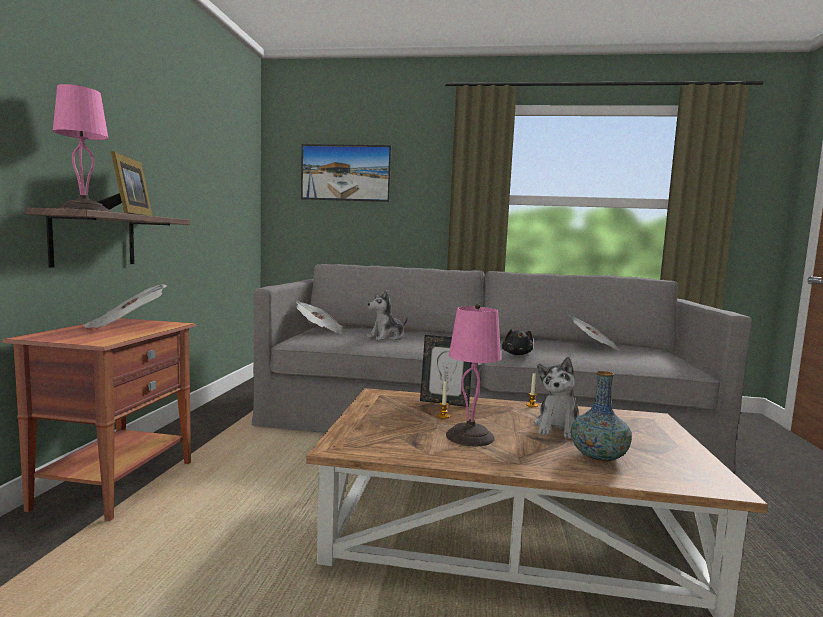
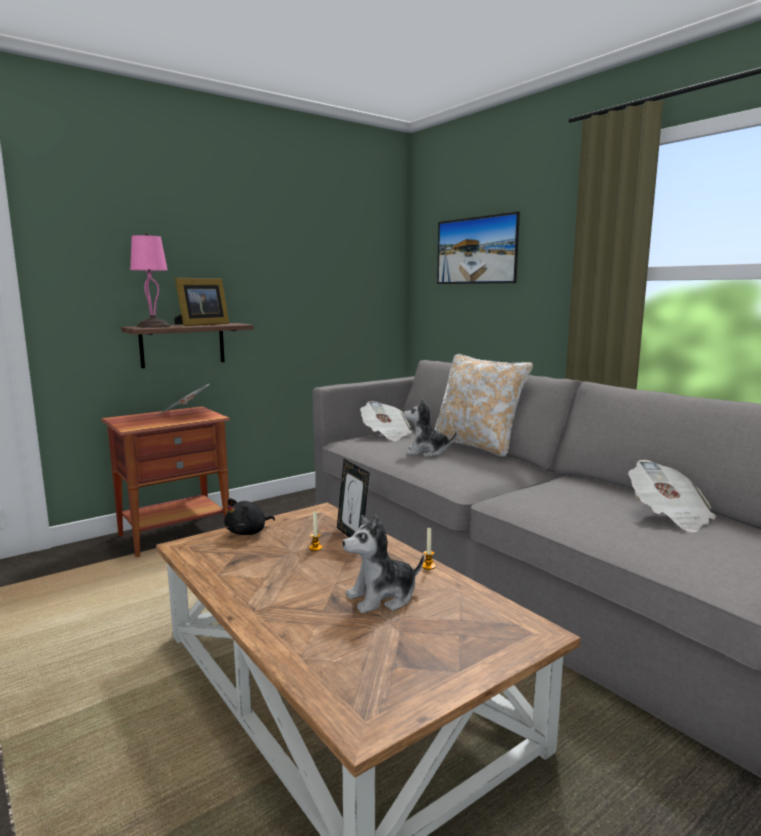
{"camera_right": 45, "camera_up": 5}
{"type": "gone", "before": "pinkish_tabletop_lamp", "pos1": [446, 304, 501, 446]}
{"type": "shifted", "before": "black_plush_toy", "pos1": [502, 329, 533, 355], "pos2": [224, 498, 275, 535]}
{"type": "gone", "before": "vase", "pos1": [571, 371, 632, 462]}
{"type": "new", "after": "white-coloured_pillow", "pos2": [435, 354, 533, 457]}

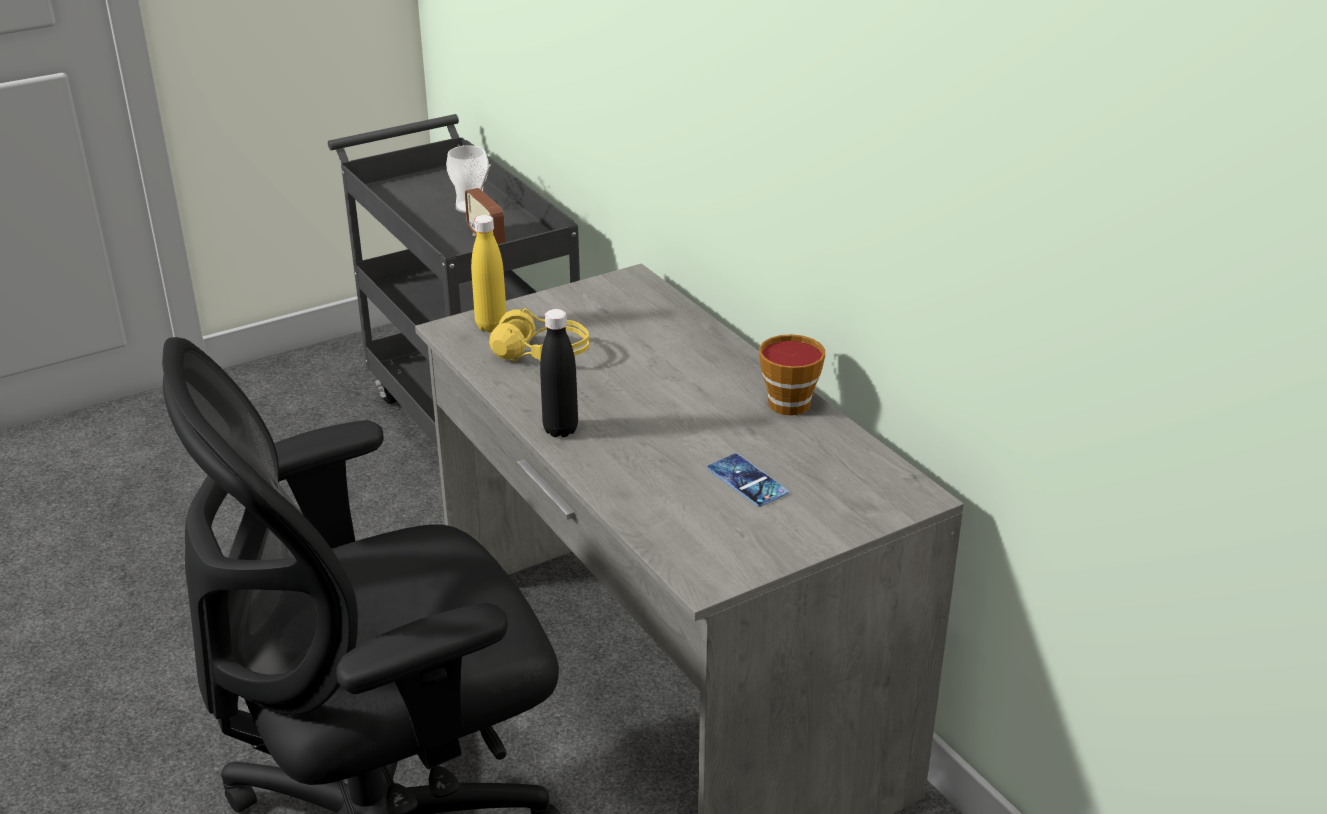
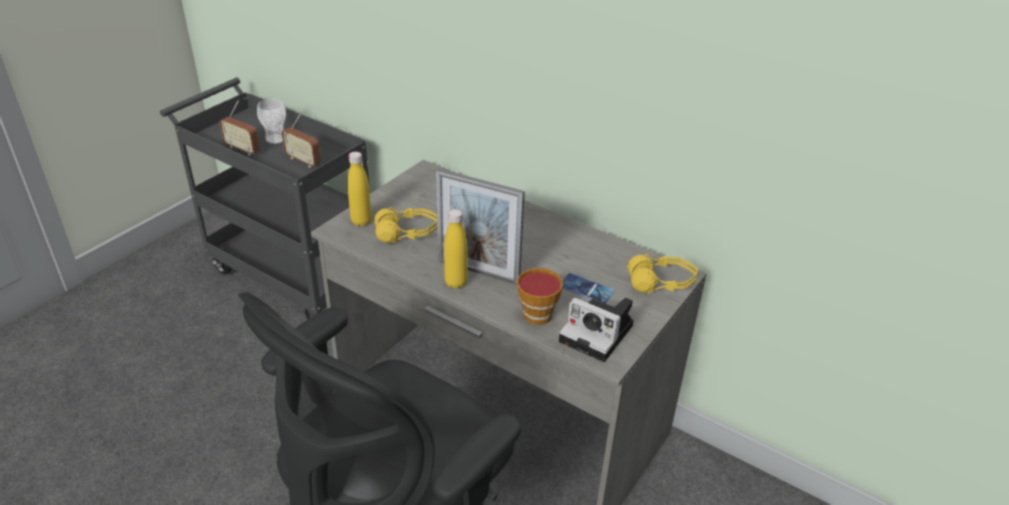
{"camera_right": -25, "camera_up": 5}
{"type": "repainted", "before": "black_beverage_bottle", "after": "yellow-coloured_beverage_bottle", "pos1": [540, 309, 578, 437], "pos2": [444, 209, 468, 289]}
{"type": "shifted", "before": "cup", "pos1": [759, 334, 825, 415], "pos2": [517, 268, 563, 325]}
{"type": "new", "after": "radio_receiver", "pos2": [219, 100, 260, 156]}
{"type": "new", "after": "standing_frame", "pos2": [436, 169, 525, 285]}
{"type": "new", "after": "still_camera", "pos2": [559, 297, 634, 362]}
{"type": "new", "after": "yellow-coloured_pair_of_headphones", "pos2": [628, 254, 698, 293]}

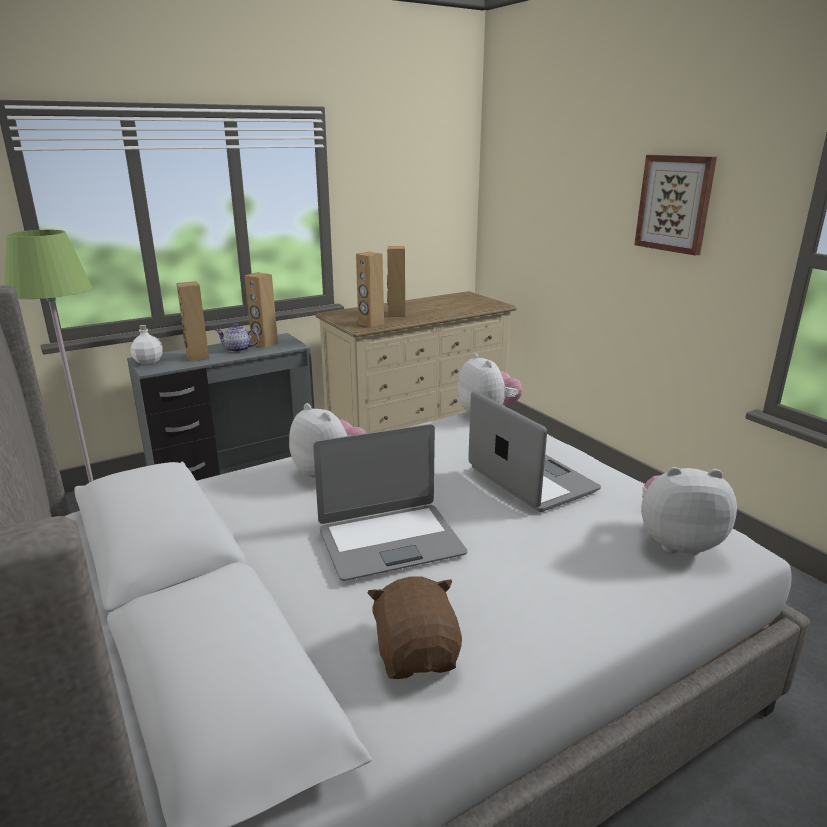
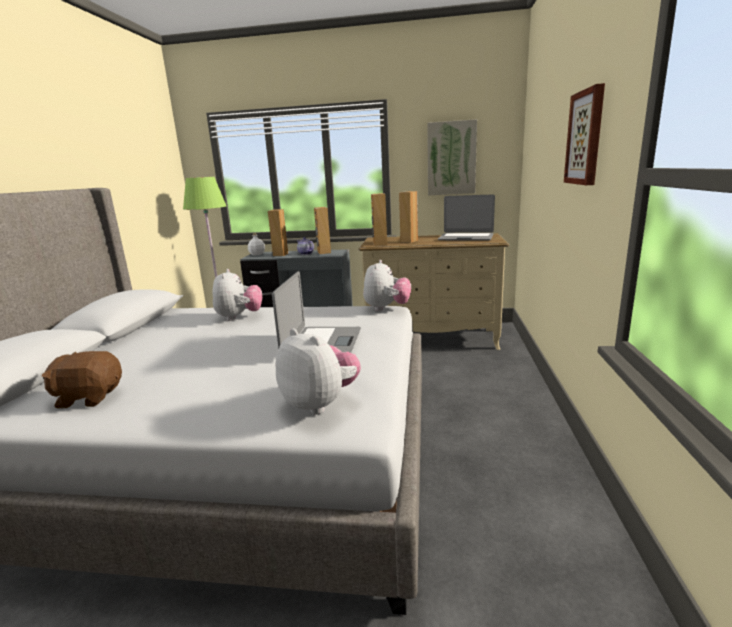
{"camera_right": 40, "camera_up": -5}
{"type": "shifted", "before": "notebook_computer", "pos1": [313, 424, 468, 581], "pos2": [438, 194, 495, 240]}
{"type": "rotated", "before": "brownish_plush_toy", "pos1": [367, 577, 462, 679], "pos2": [42, 351, 122, 409], "turn": -120}
{"type": "new", "after": "picture", "pos2": [427, 119, 477, 195]}

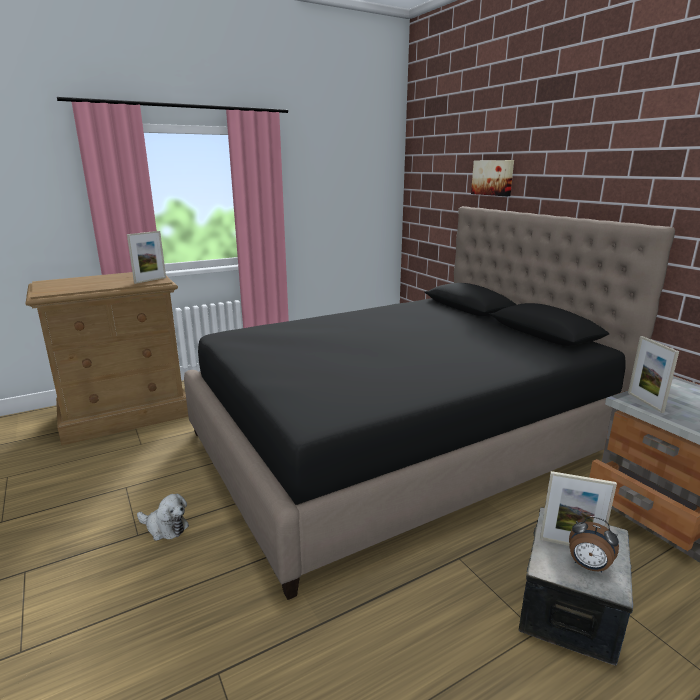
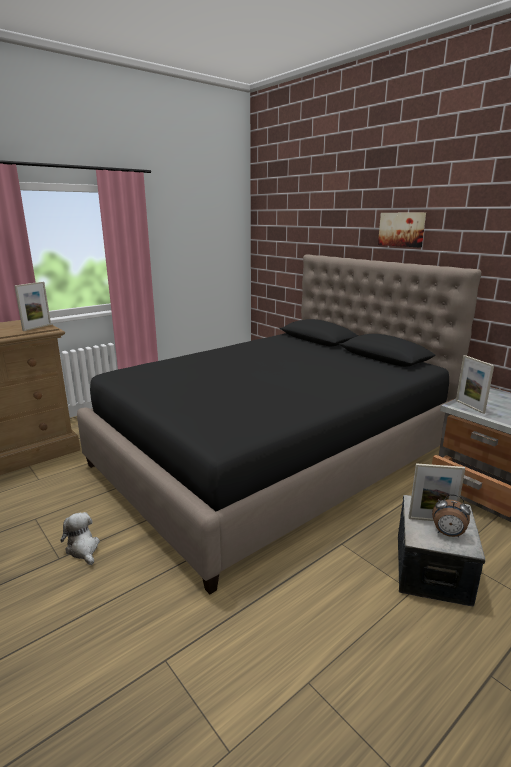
{"camera_right": -10, "camera_up": 0}
{"type": "rotated", "before": "plush_toy", "pos1": [137, 494, 189, 541], "pos2": [60, 512, 100, 565], "turn": -135}
{"type": "shifted", "before": "picture", "pos1": [471, 160, 514, 196], "pos2": [378, 213, 426, 247]}

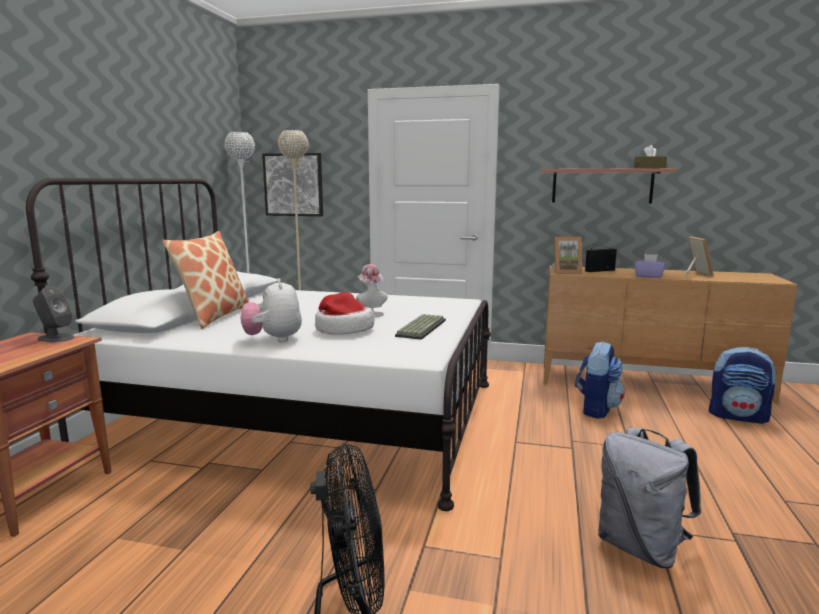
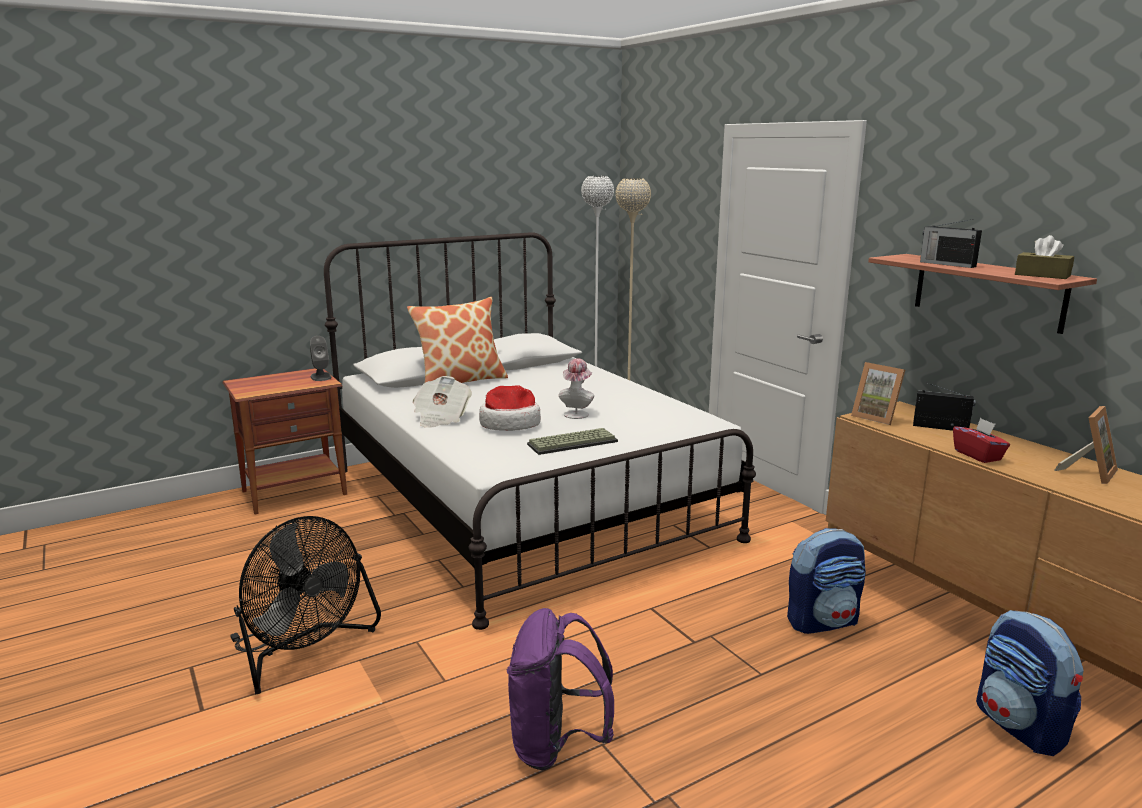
{"camera_right": 45, "camera_up": 5}
{"type": "swapped", "before": "plush_toy", "after": "newspaper", "pos1": [240, 278, 302, 342], "pos2": [413, 376, 472, 428]}
{"type": "gone", "before": "picture", "pos1": [262, 153, 323, 216]}
{"type": "repainted", "before": "greyish_rucksack", "after": "purple-coloured_rucksack", "pos1": [598, 428, 701, 568], "pos2": [507, 608, 614, 770]}
{"type": "repainted", "before": "purple-coloured_tissue_holder", "after": "red_tissue_holder", "pos1": [634, 254, 666, 278], "pos2": [953, 418, 1010, 463]}
{"type": "new", "after": "radio_receiver", "pos2": [920, 219, 982, 268]}

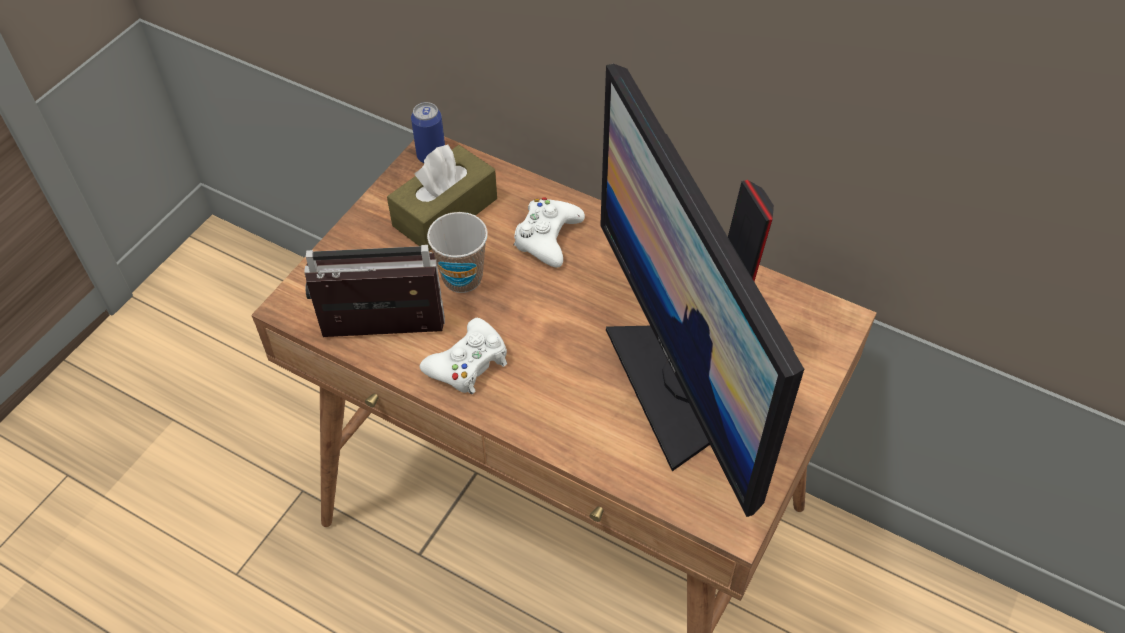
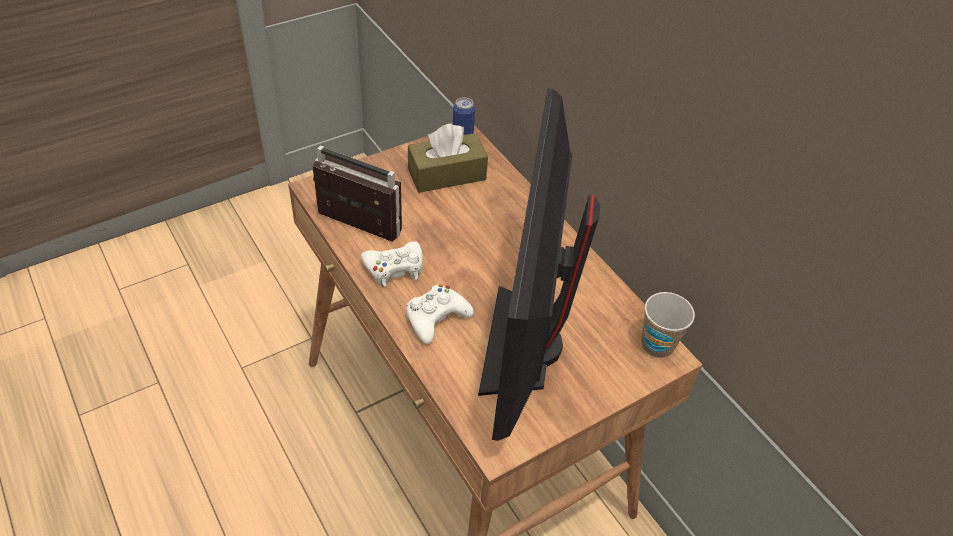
{"camera_right": 25, "camera_up": -5}
{"type": "shifted", "before": "cup", "pos1": [427, 212, 488, 293], "pos2": [641, 292, 695, 358]}
{"type": "shifted", "before": "white-coloured_joypad", "pos1": [514, 197, 585, 268], "pos2": [406, 284, 474, 344]}

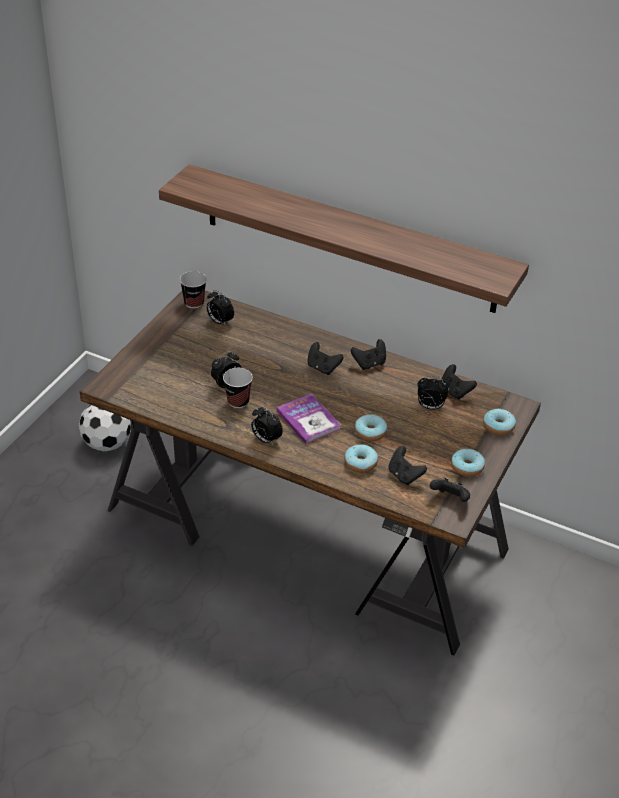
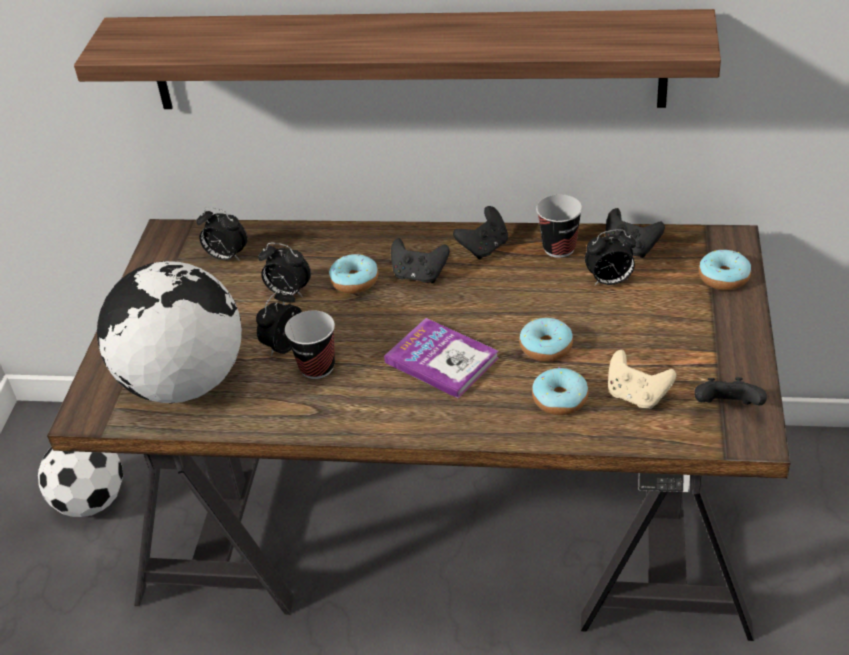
{"camera_right": -15, "camera_up": 0}
{"type": "shifted", "before": "cup", "pos1": [180, 271, 207, 309], "pos2": [536, 194, 582, 258]}
{"type": "shifted", "before": "table_clock", "pos1": [251, 406, 283, 446], "pos2": [258, 243, 311, 297]}
{"type": "repainted", "before": "black_joypad", "after": "sand-coloured_joypad", "pos1": [389, 446, 427, 485], "pos2": [608, 350, 676, 409]}
{"type": "shifted", "before": "donut", "pos1": [451, 449, 485, 477], "pos2": [329, 254, 378, 294]}
{"type": "new", "after": "world_globe", "pos2": [97, 261, 242, 403]}

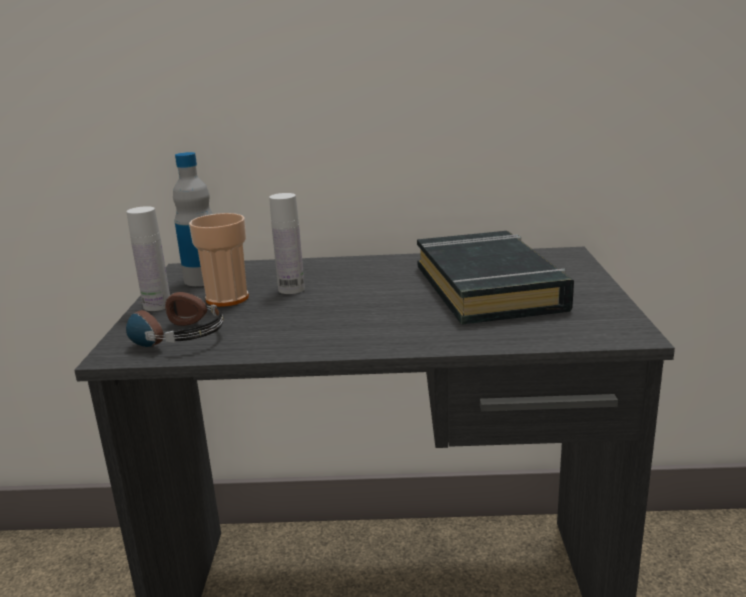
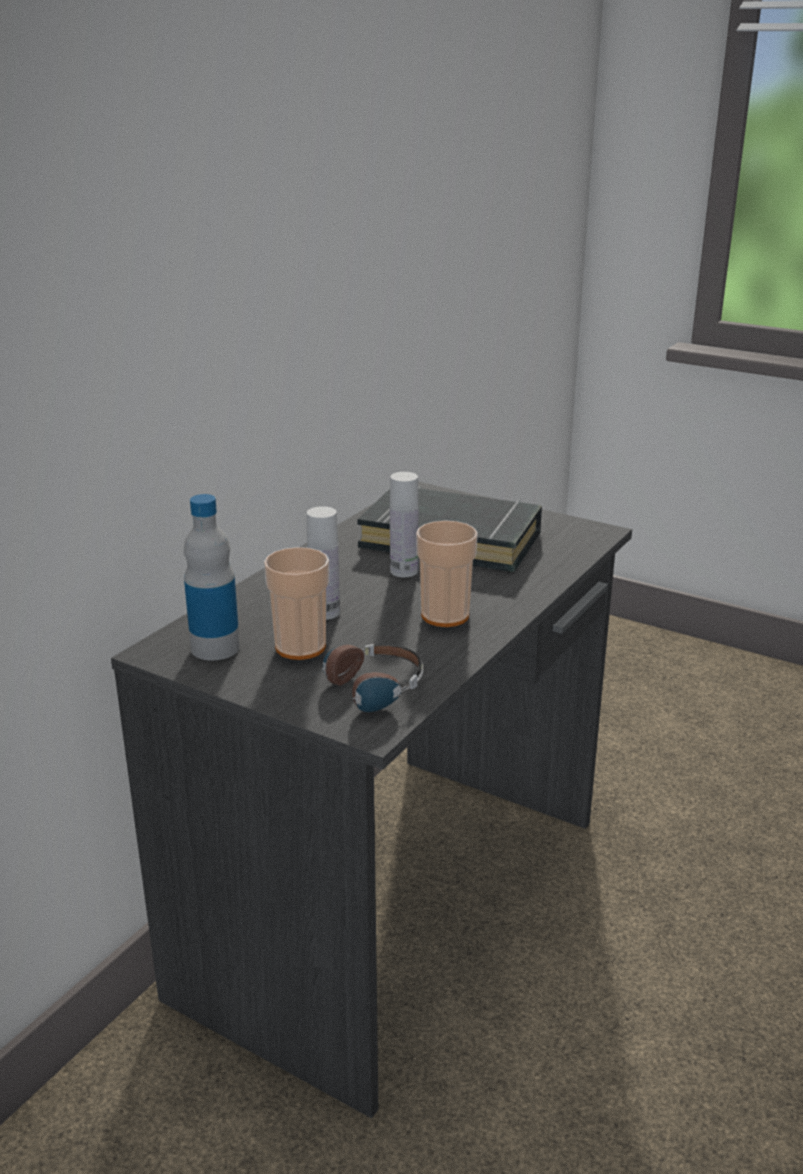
{"camera_right": -60, "camera_up": 5}
{"type": "shifted", "before": "white-coloured_beverage_bottle", "pos1": [126, 206, 170, 311], "pos2": [390, 472, 419, 577]}
{"type": "new", "after": "cup", "pos2": [416, 521, 478, 627]}

